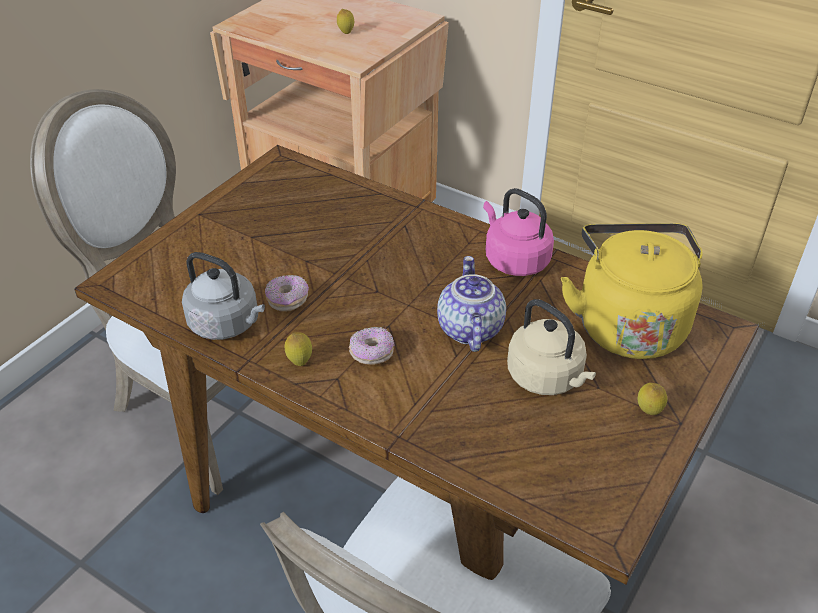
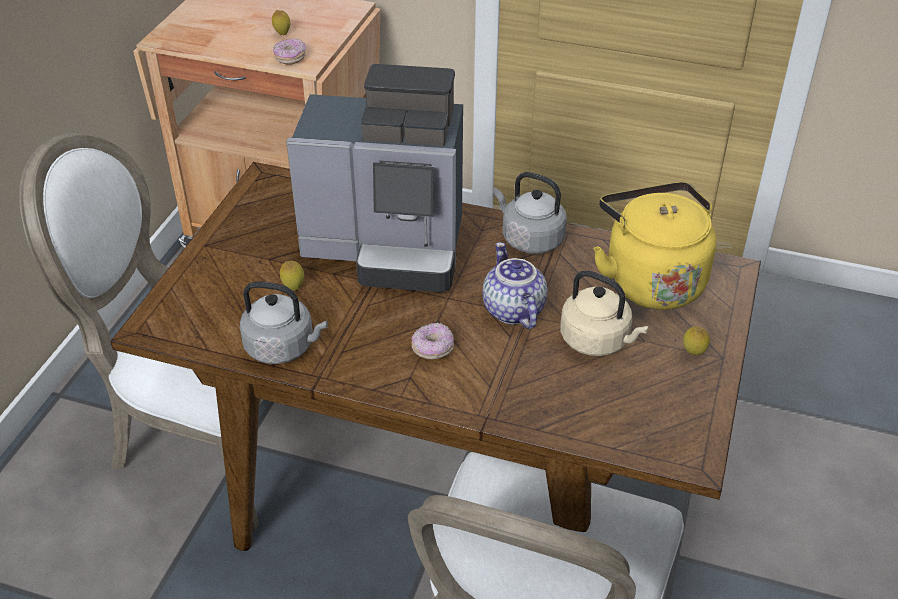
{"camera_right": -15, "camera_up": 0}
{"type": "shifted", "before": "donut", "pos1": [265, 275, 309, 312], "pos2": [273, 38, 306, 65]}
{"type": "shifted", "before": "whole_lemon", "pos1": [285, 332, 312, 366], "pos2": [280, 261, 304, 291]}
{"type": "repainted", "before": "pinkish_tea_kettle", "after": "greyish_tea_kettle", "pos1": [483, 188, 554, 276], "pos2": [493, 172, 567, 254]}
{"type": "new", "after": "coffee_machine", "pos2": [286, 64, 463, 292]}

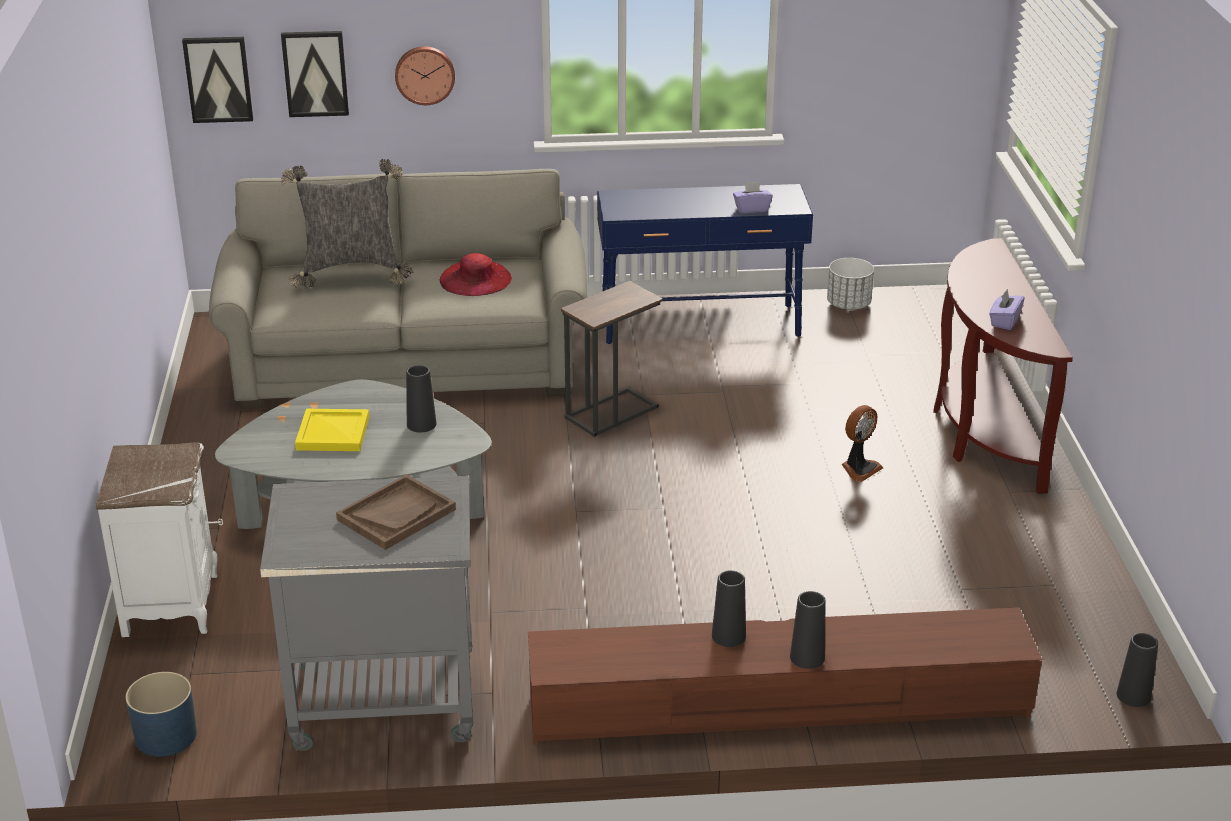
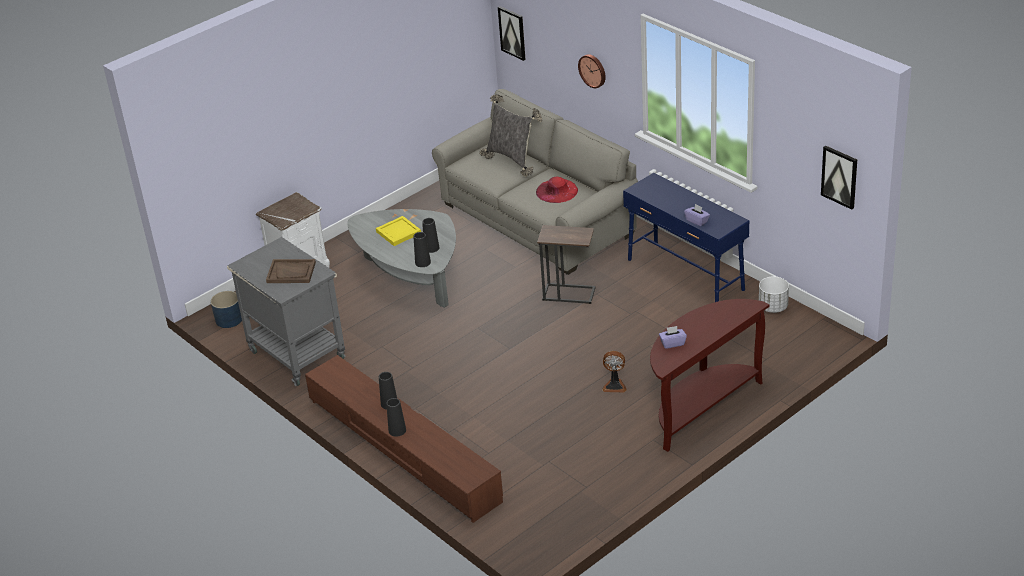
{"camera_right": 55, "camera_up": 5}
{"type": "shifted", "before": "picture", "pos1": [281, 31, 349, 117], "pos2": [821, 146, 857, 210]}
{"type": "shifted", "before": "black_vase", "pos1": [1117, 633, 1158, 707], "pos2": [413, 232, 431, 267]}

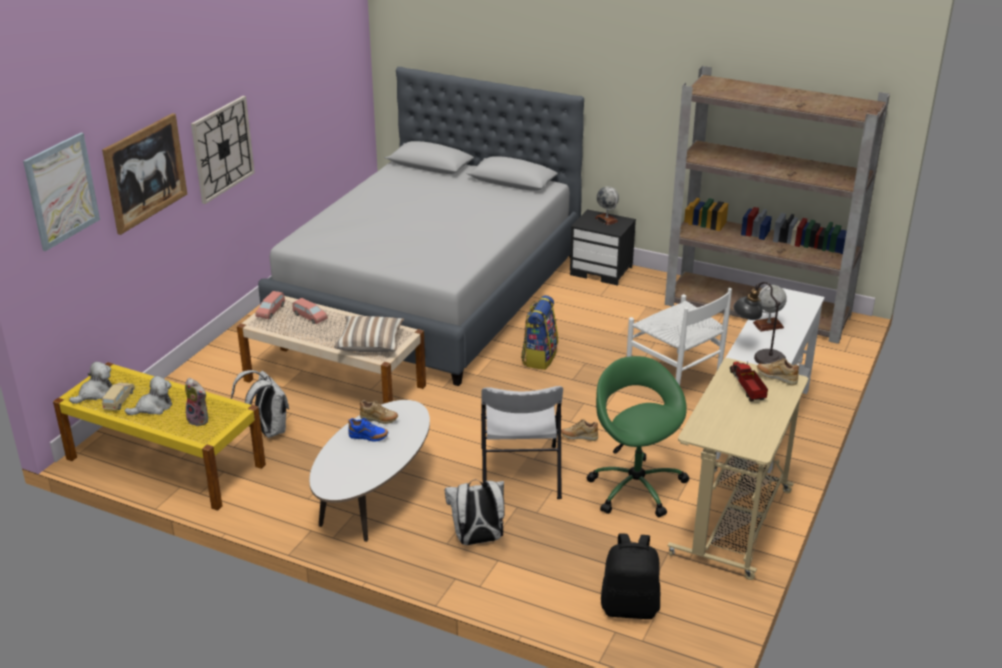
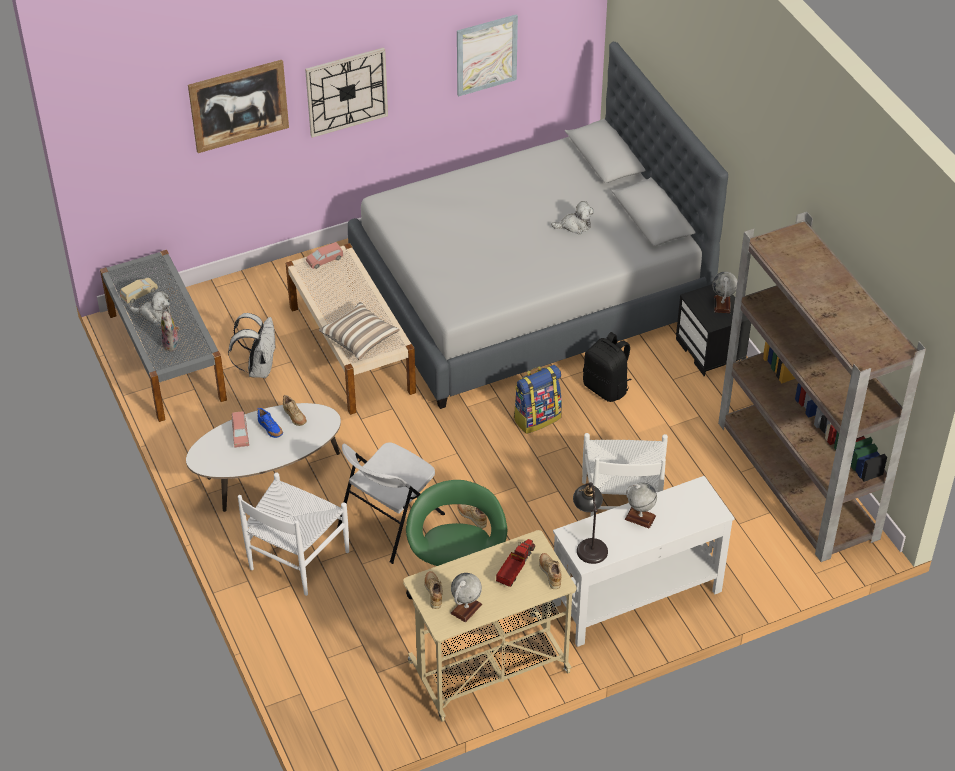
{"camera_right": 40, "camera_up": 15}
{"type": "shifted", "before": "picture", "pos1": [23, 133, 100, 251], "pos2": [457, 14, 518, 96]}
{"type": "repainted", "before": "yellow-coloured_indoor_bench", "after": "greyish_indoor_bench", "pos1": [53, 362, 266, 511], "pos2": [100, 250, 227, 422]}
{"type": "shifted", "before": "plush_toy", "pos1": [69, 362, 112, 404], "pos2": [551, 201, 594, 234]}
{"type": "shifted", "before": "pinkish_toy_car", "pos1": [293, 298, 328, 324], "pos2": [232, 411, 249, 448]}
{"type": "swapped", "before": "white-coloured_rucksack", "after": "white-coloured_plain_chair", "pos1": [445, 480, 505, 545], "pos2": [238, 473, 349, 596]}
{"type": "shifted", "before": "black_rucksack", "pos1": [601, 533, 660, 619], "pos2": [583, 332, 632, 402]}
{"type": "new", "after": "sand-coloured_item_of_footwear", "pos2": [424, 571, 443, 609]}
{"type": "new", "after": "world_globe", "pos2": [450, 573, 482, 623]}

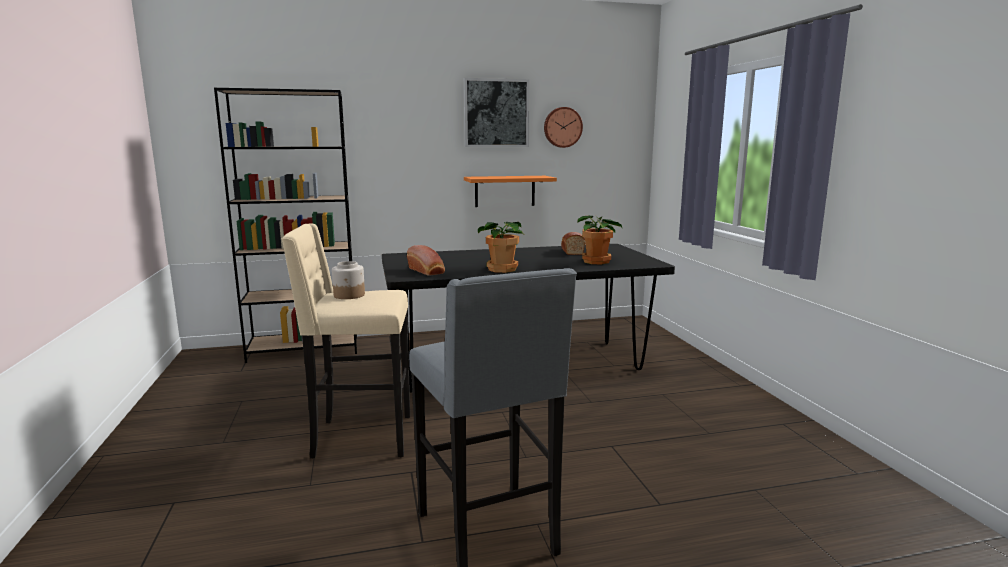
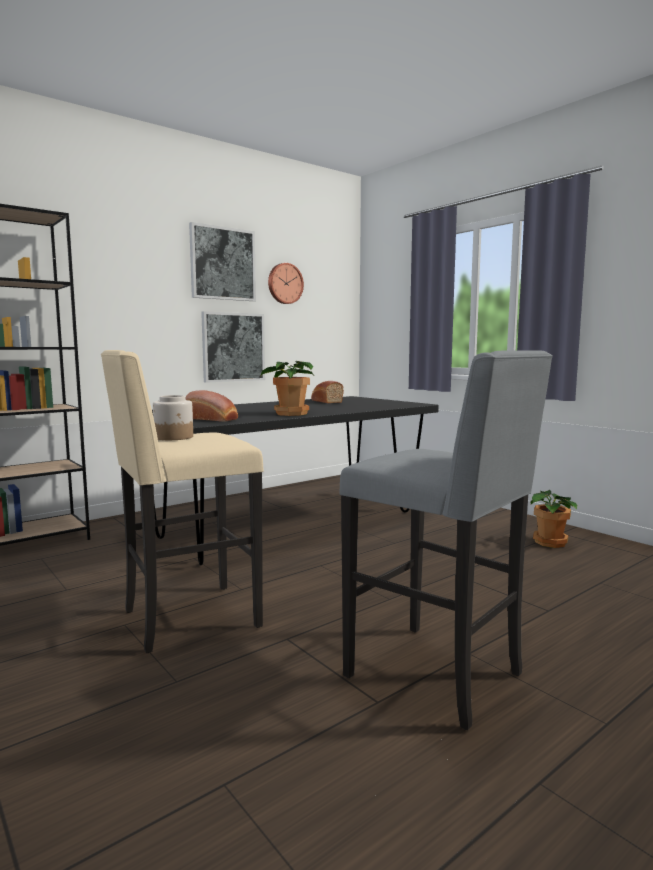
{"camera_right": -25, "camera_up": -5}
{"type": "swapped", "before": "orange-coloured_wall_shelf", "after": "picture", "pos1": [464, 176, 557, 207], "pos2": [201, 311, 265, 383]}
{"type": "shifted", "before": "houseplant", "pos1": [577, 216, 623, 264], "pos2": [531, 490, 577, 548]}

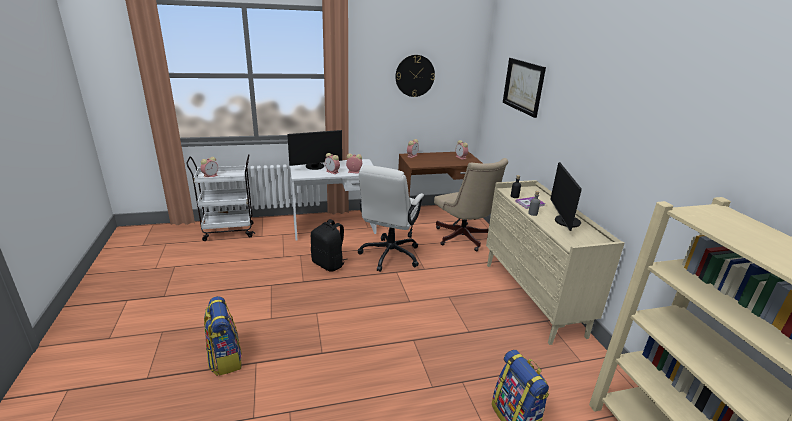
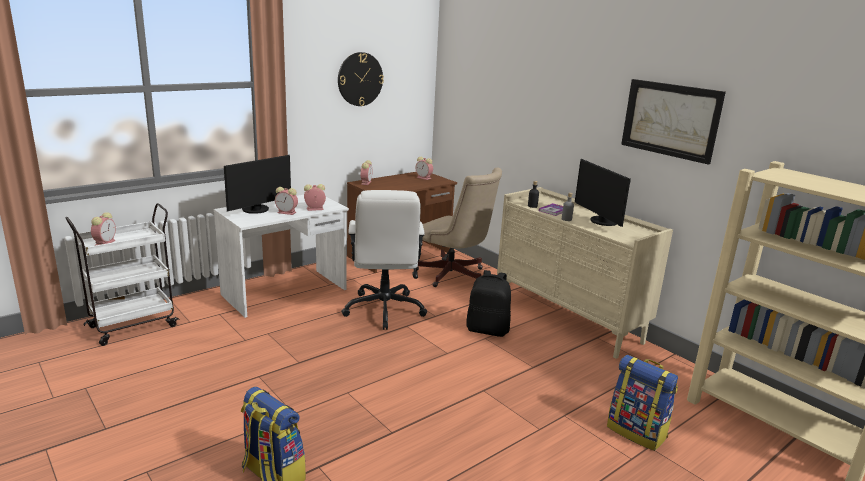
{"camera_right": -25, "camera_up": -5}
{"type": "shifted", "before": "black_rucksack", "pos1": [311, 219, 346, 272], "pos2": [466, 270, 511, 337]}
{"type": "shifted", "before": "picture", "pos1": [503, 58, 546, 118], "pos2": [621, 79, 726, 165]}

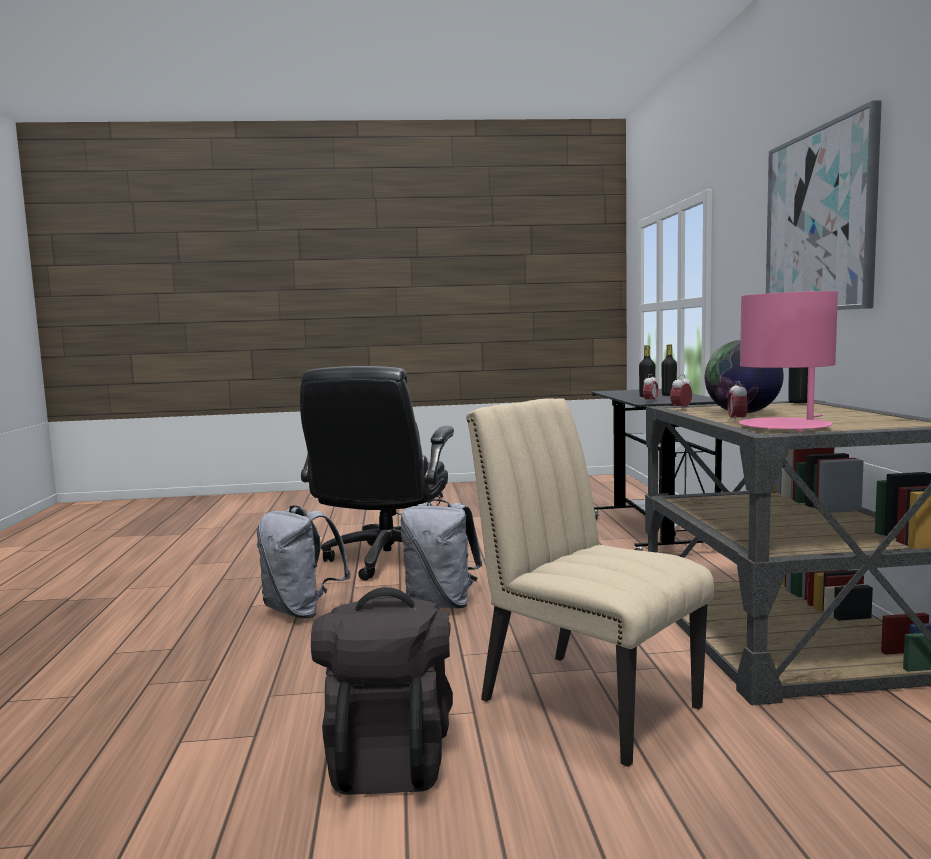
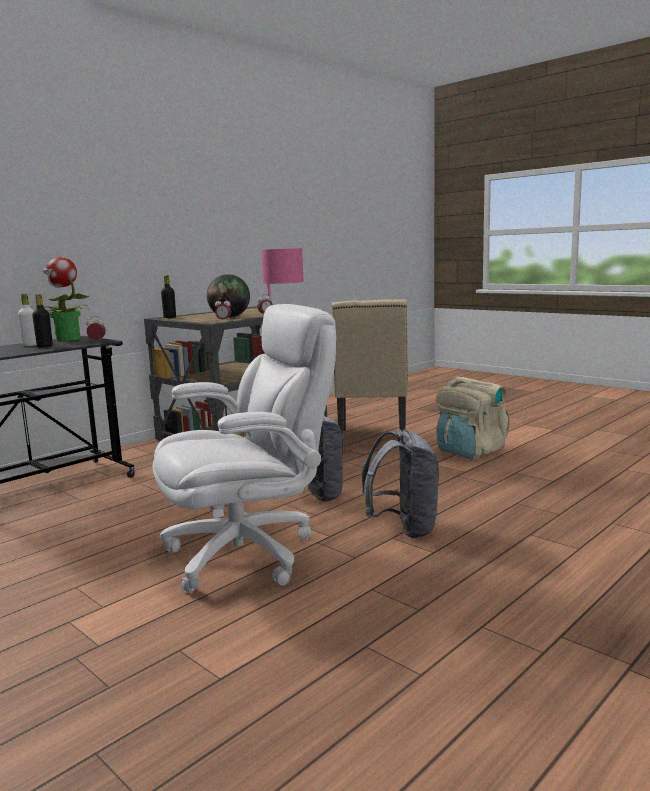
{"camera_right": -130, "camera_up": 5}
{"type": "repainted", "before": "black_computer_chair", "after": "white-coloured_computer_chair", "pos1": [300, 366, 454, 581], "pos2": [153, 304, 336, 594]}
{"type": "repainted", "before": "black_rucksack", "after": "sand-coloured_rucksack", "pos1": [311, 587, 453, 795], "pos2": [436, 377, 510, 460]}
{"type": "repainted", "before": "black_beverage_bottle", "after": "white-coloured_beverage_bottle", "pos1": [661, 344, 677, 396], "pos2": [18, 294, 37, 346]}
{"type": "gone", "before": "picture", "pos1": [766, 100, 882, 310]}
{"type": "new", "after": "houseplant", "pos2": [43, 257, 90, 341]}

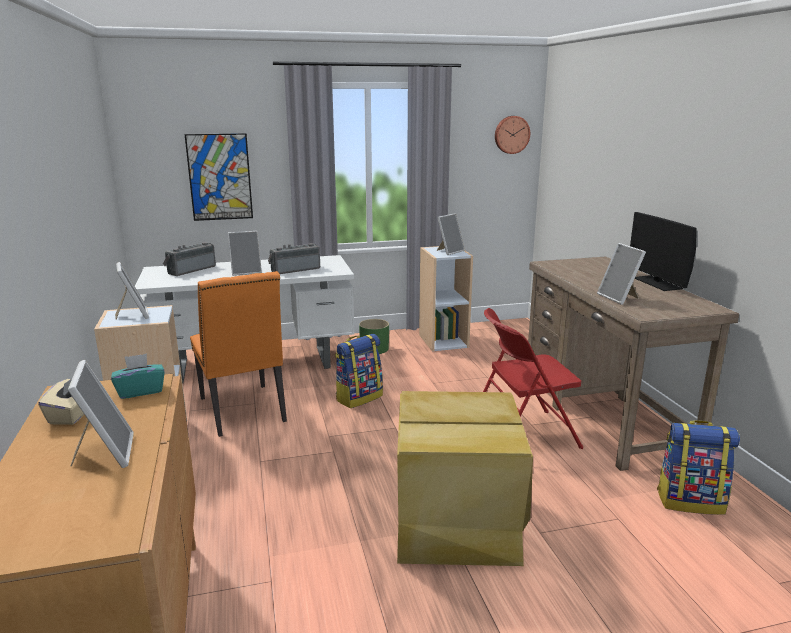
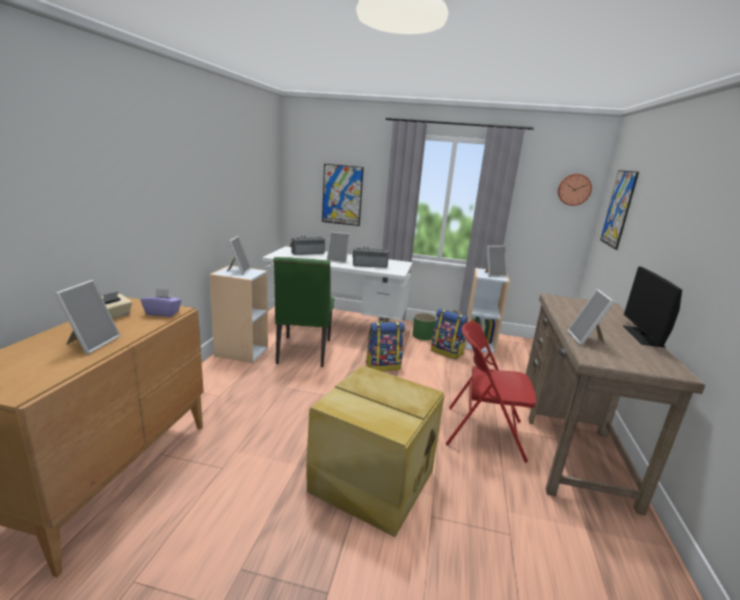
{"camera_right": 25, "camera_up": 0}
{"type": "repainted", "before": "turquoise_tissue_holder", "after": "purple-coloured_tissue_holder", "pos1": [111, 354, 165, 399], "pos2": [141, 288, 182, 317]}
{"type": "repainted", "before": "orange-coloured_plain_chair", "after": "greenish_plain_chair", "pos1": [190, 271, 287, 437], "pos2": [273, 257, 334, 367]}
{"type": "shifted", "before": "rucksack", "pos1": [657, 420, 740, 515], "pos2": [431, 308, 468, 359]}
{"type": "new", "after": "picture", "pos2": [600, 170, 639, 250]}

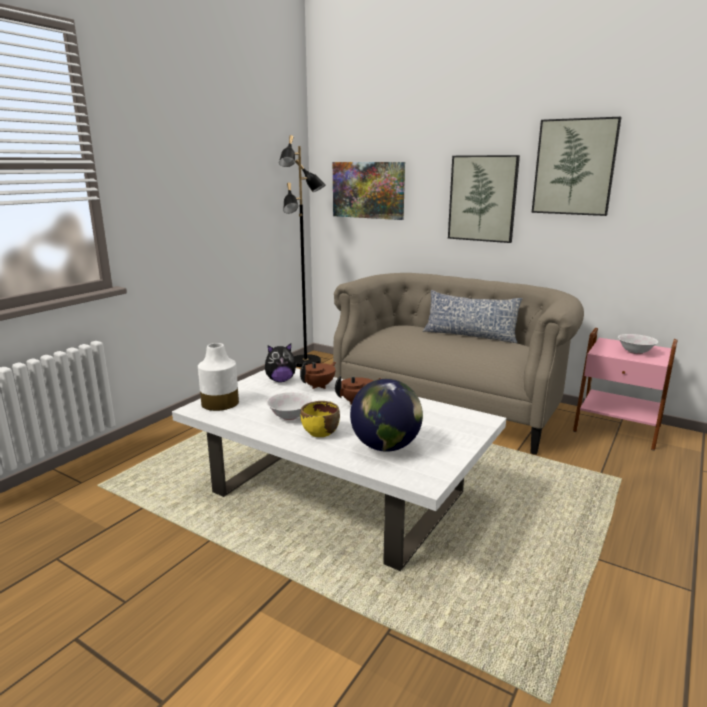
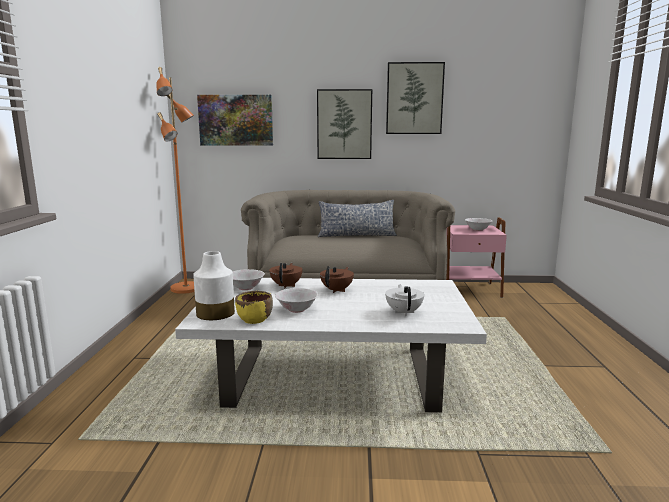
{"camera_right": -30, "camera_up": -5}
{"type": "swapped", "before": "plush_toy", "after": "white-coloured_serving_bowl", "pos1": [265, 343, 297, 382], "pos2": [232, 269, 265, 290]}
{"type": "repainted", "before": "black_standard_lamp", "after": "orange-coloured_standard_lamp", "pos1": [279, 135, 325, 367], "pos2": [156, 67, 195, 294]}
{"type": "shifted", "before": "yellow-coloured_serving_bowl", "pos1": [301, 401, 340, 437], "pos2": [235, 291, 273, 324]}
{"type": "swapped", "before": "world_globe", "after": "white-coloured_pot_for_tea", "pos1": [350, 379, 423, 452], "pos2": [385, 284, 424, 316]}

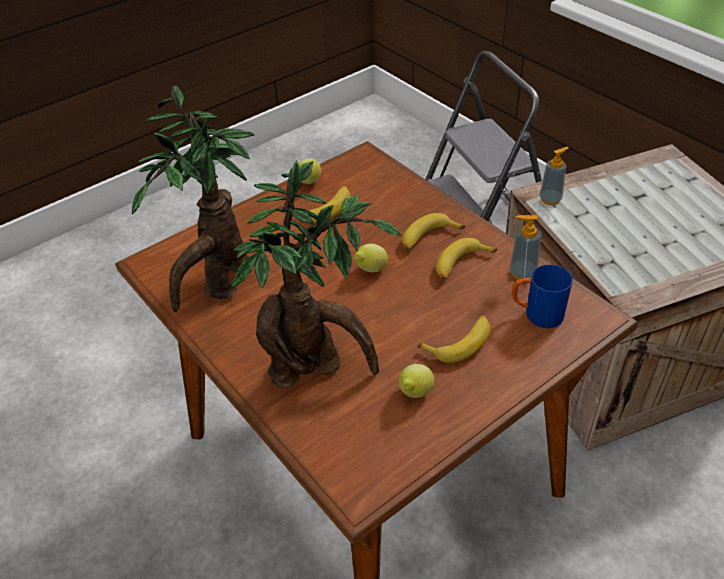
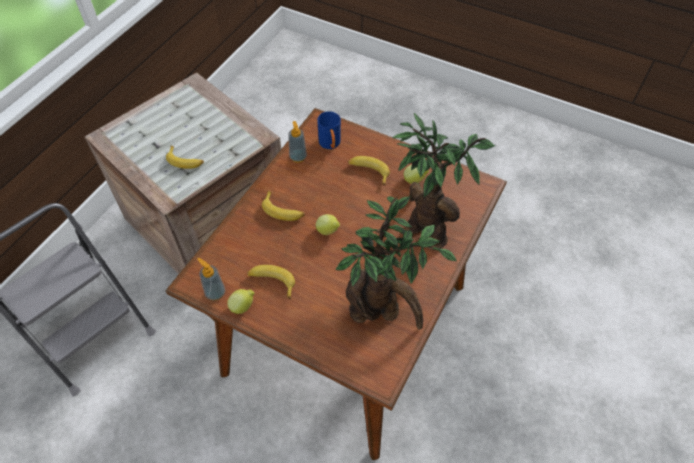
{"camera_right": -115, "camera_up": 10}
{"type": "shifted", "before": "banana_fruit", "pos1": [436, 238, 497, 280], "pos2": [166, 146, 204, 169]}
{"type": "shifted", "before": "soap_dispenser", "pos1": [540, 147, 569, 205], "pos2": [197, 258, 225, 301]}

